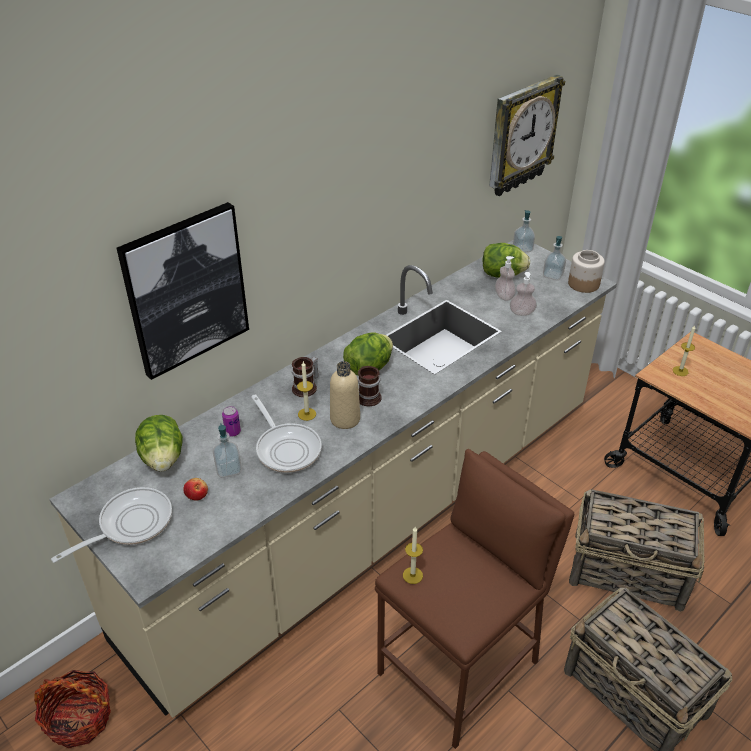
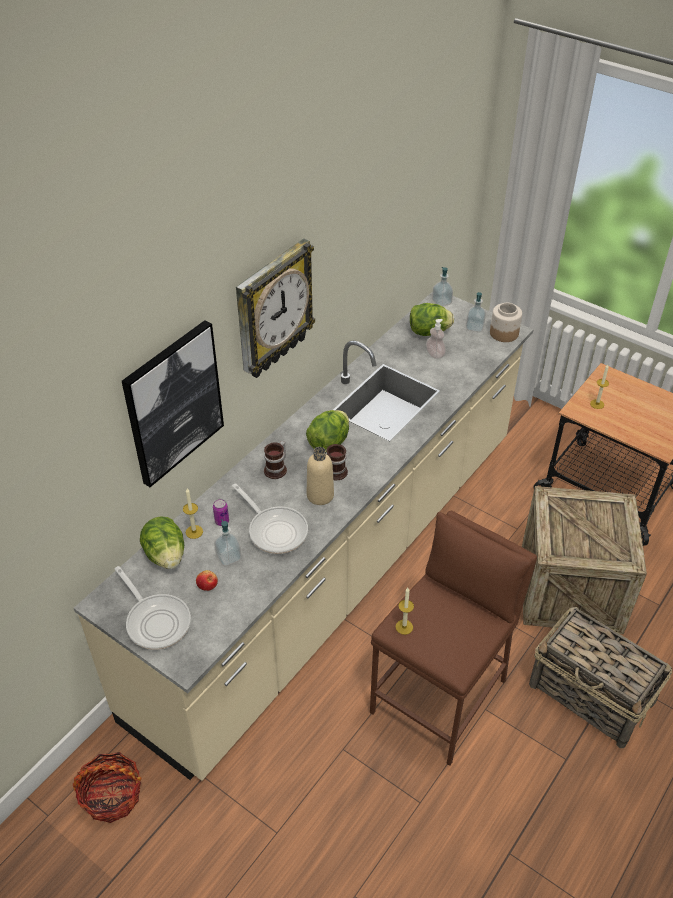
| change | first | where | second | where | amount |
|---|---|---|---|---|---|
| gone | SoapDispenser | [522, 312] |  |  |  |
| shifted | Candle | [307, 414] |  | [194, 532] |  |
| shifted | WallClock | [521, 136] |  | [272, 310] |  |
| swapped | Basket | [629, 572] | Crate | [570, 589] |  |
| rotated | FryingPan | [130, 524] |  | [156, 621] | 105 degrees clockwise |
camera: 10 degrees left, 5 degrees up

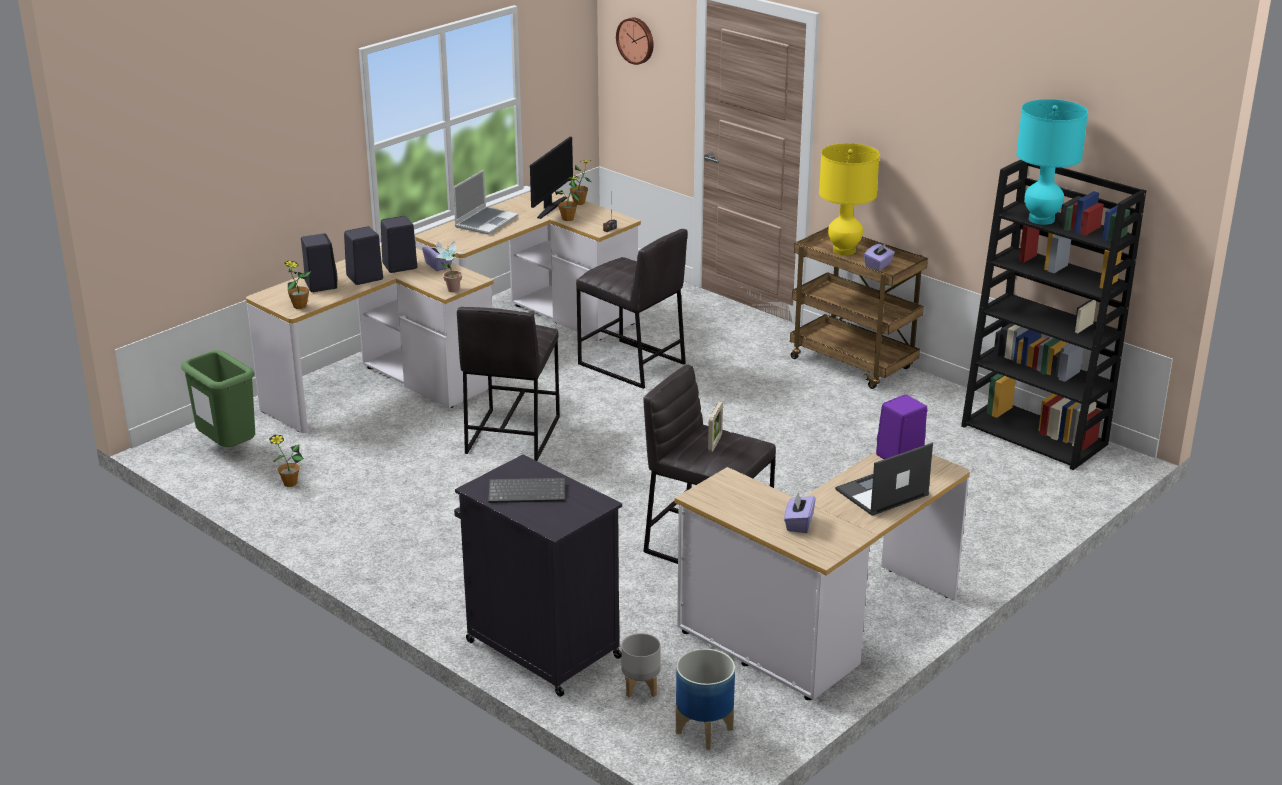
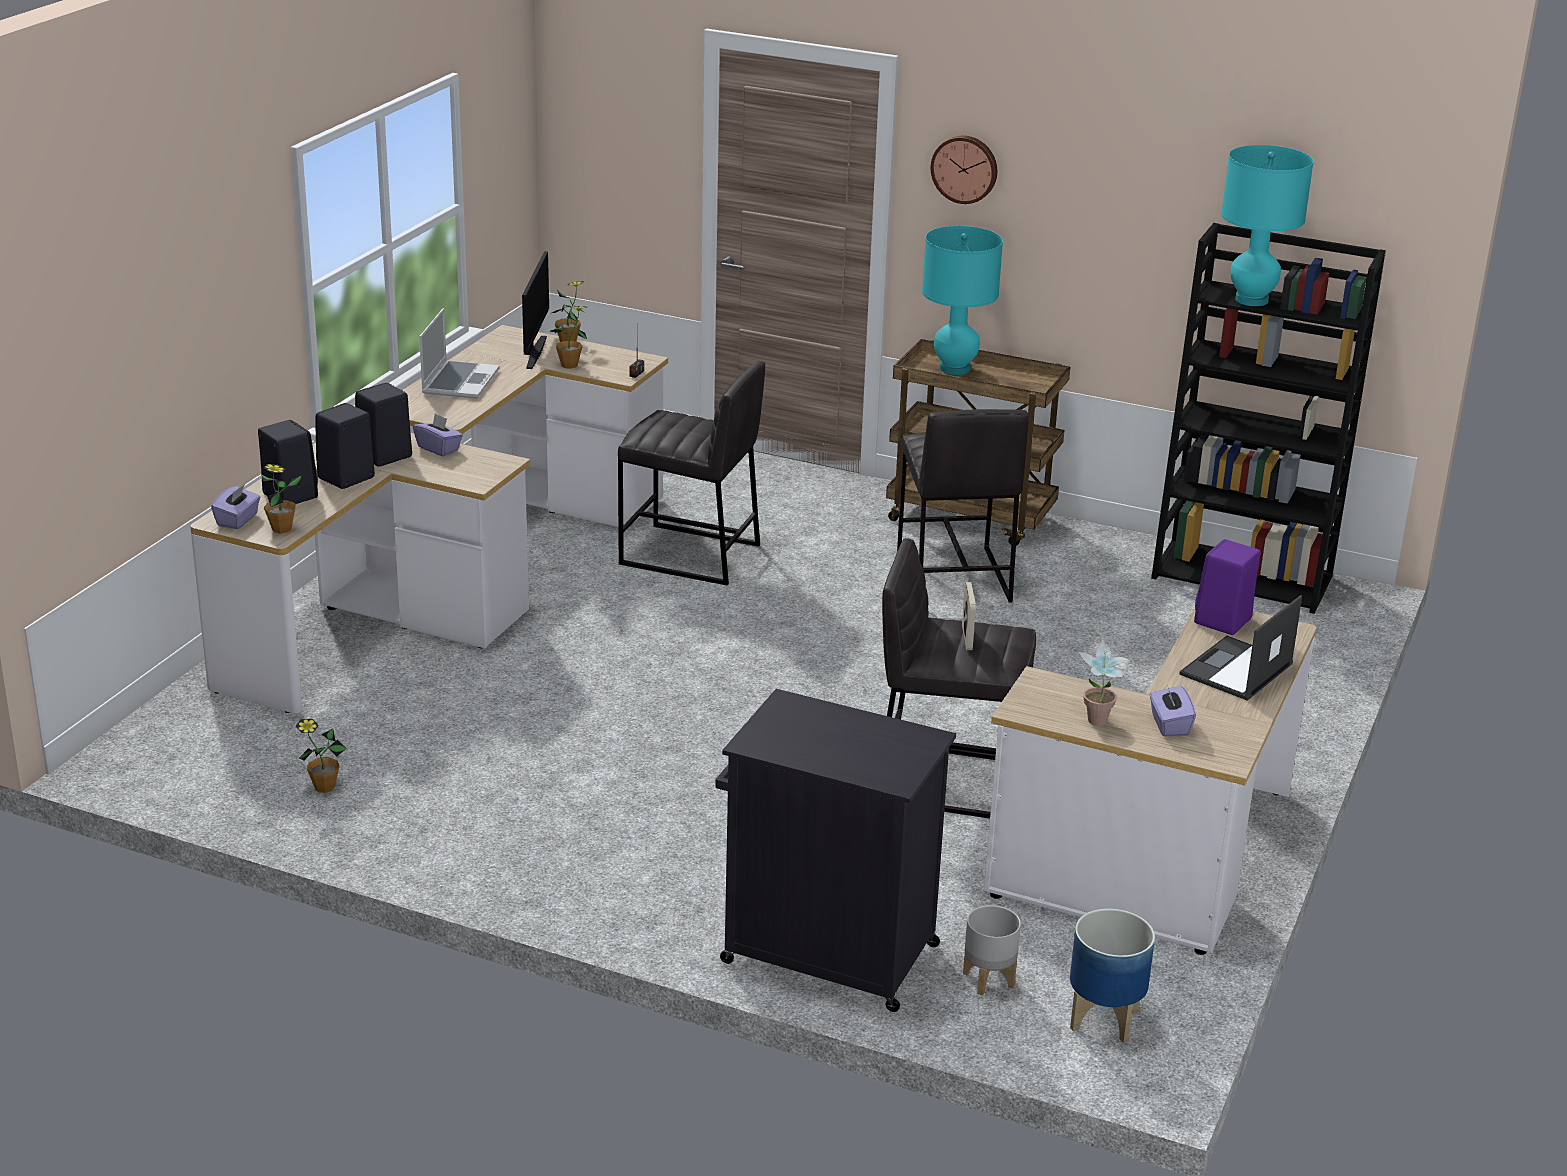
| change | first | where | second | where | amount |
|---|---|---|---|---|---|
| gone | GreenTrashCan | [227, 449] |  |  |  |
| gone | Keyboard | [528, 492] |  |  |  |
| shifted | PottedPlant | [451, 291] |  | [1097, 725] |  |
| shifted | GreyStool | [511, 435] |  | [952, 576] |  |
| shifted | WallClock | [636, 40] |  | [965, 168] |  |
| shifted | PurpleTissueBox | [878, 266] |  | [238, 520] |  |
| repainted | YellowTableLamp | [844, 250] | TurquoiseTableLamp | [954, 369] |  |
camera: 20 degrees left, 0 degrees up

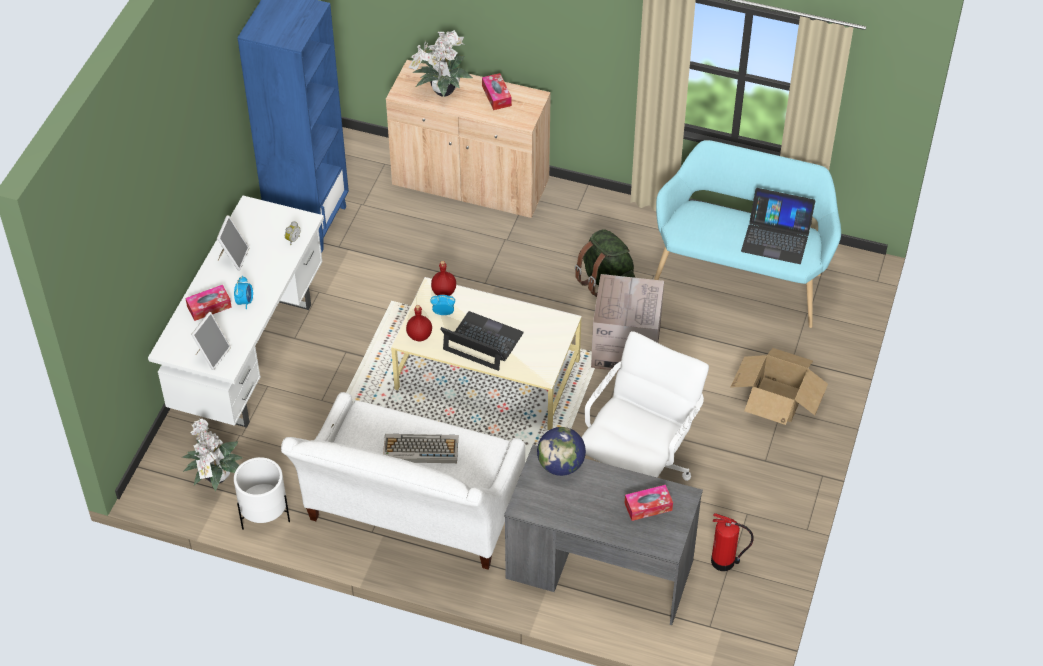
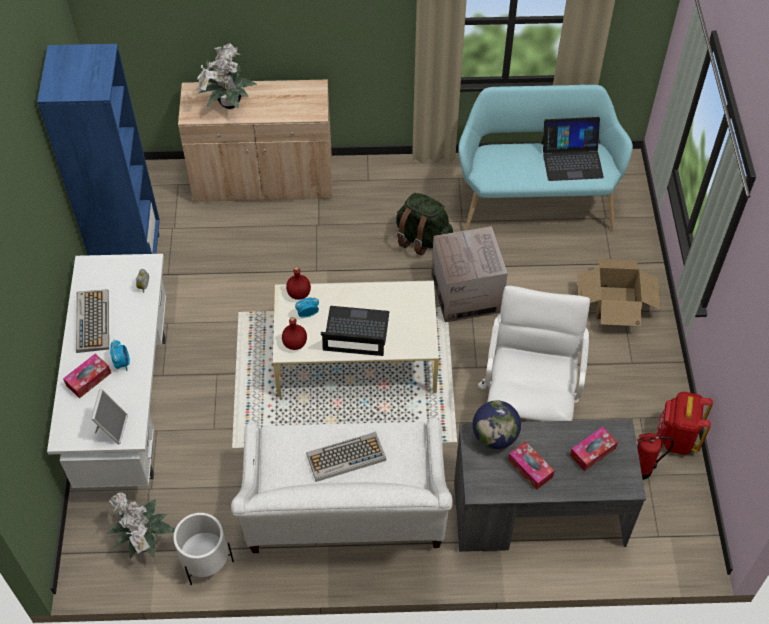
| change | first | where | second | where | amount |
|---|---|---|---|---|---|
| new |  |  | RedBackpack | [676, 438] |  |
| shifted | TissueBox | [496, 96] |  | [530, 468] |  |
| swapped | PictureFrame | [233, 257] | Keyboard | [92, 321] |  |
camera: 20 degrees left, 5 degrees up

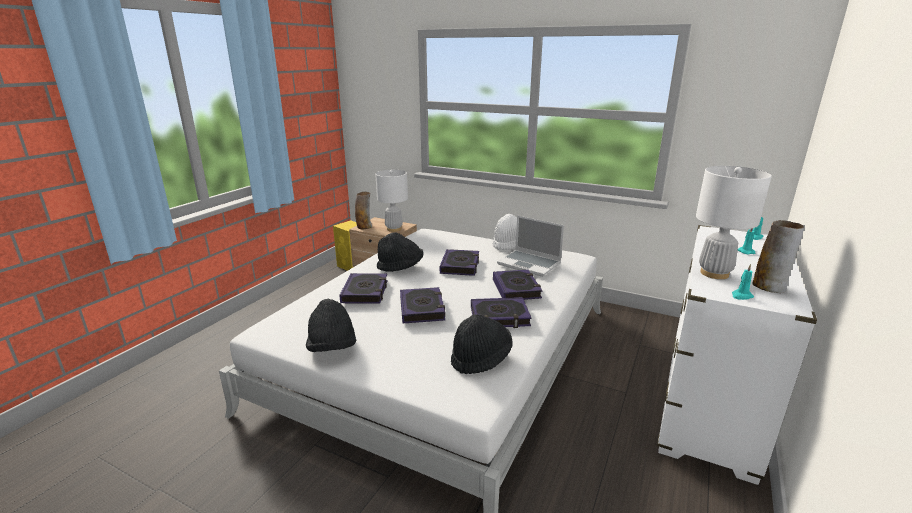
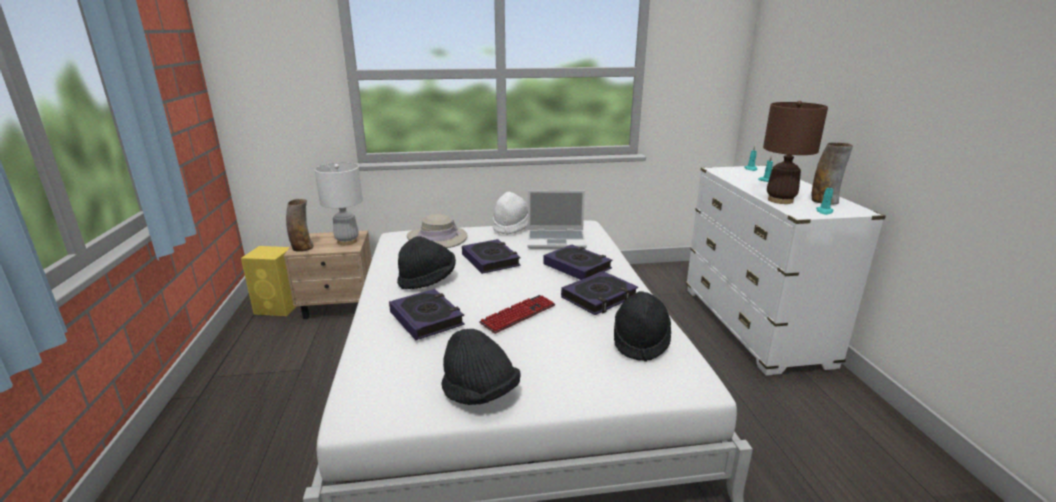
| change | first | where | second | where | amount |
|---|---|---|---|---|---|
| new |  |  | BeigeHat | [437, 238] |  |
| swapped | Book | [422, 309] | Keyboard | [518, 315] |  |
| repainted | WhiteTableLamp | [714, 273] | BrownTableLamp | [780, 200] |  |
camera: 35 degrees left, 0 degrees up

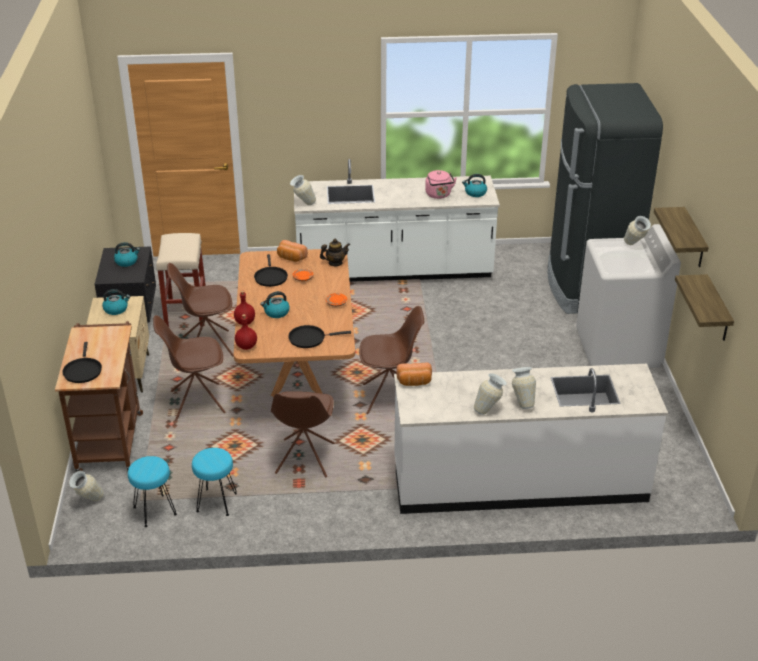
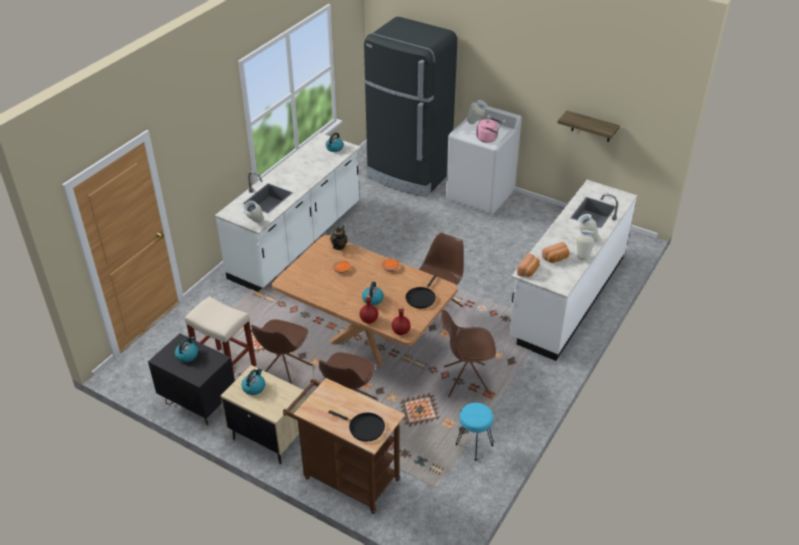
| change | first | where | second | where | amount |
|---|---|---|---|---|---|
| gone | Vase | [88, 502] |  |  |  |
| gone | TurquoiseStool | [154, 511] |  |  |  |
| gone | BlackFryingPan | [270, 277] |  |  |  |
| gone | Shelf | [694, 239] |  |  |  |
| shifted | Bread | [291, 258] |  | [556, 258] |  |
| shifted | PinkKettle | [439, 195] |  | [488, 139] |  |
| rotated | BrownChair | [304, 459] |  | [465, 380] | 135 degrees clockwise |
camera: 55 degrees left, 5 degrees up

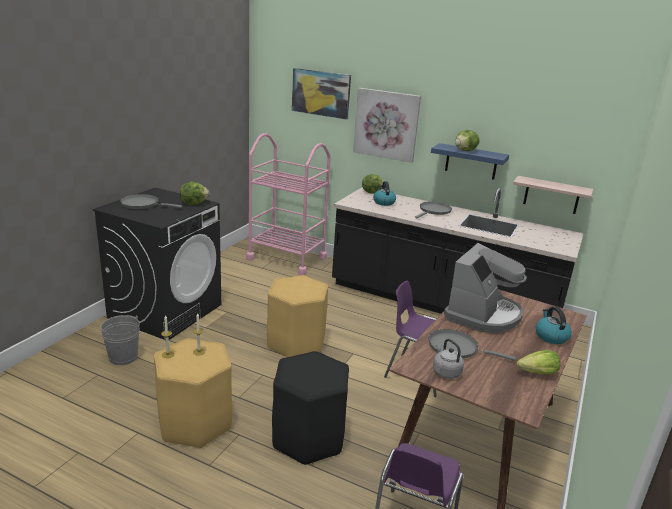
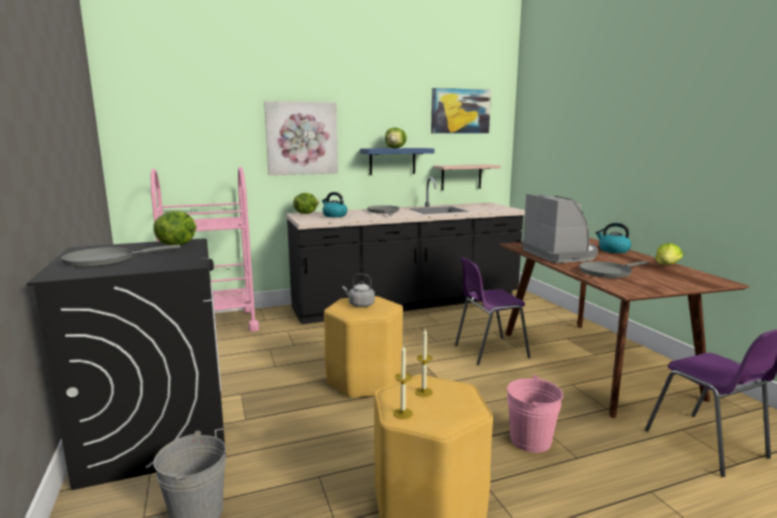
| change | first | where | second | where | amount |
|---|---|---|---|---|---|
| shifted | Picture | [321, 93] |  | [460, 111] |  |
| shifted | GreyKettle | [445, 371] |  | [360, 305] |  |
| swapped | BlackStool | [308, 437] | PinkBucket | [530, 440] |  |
camera: 45 degrees left, 10 degrees down

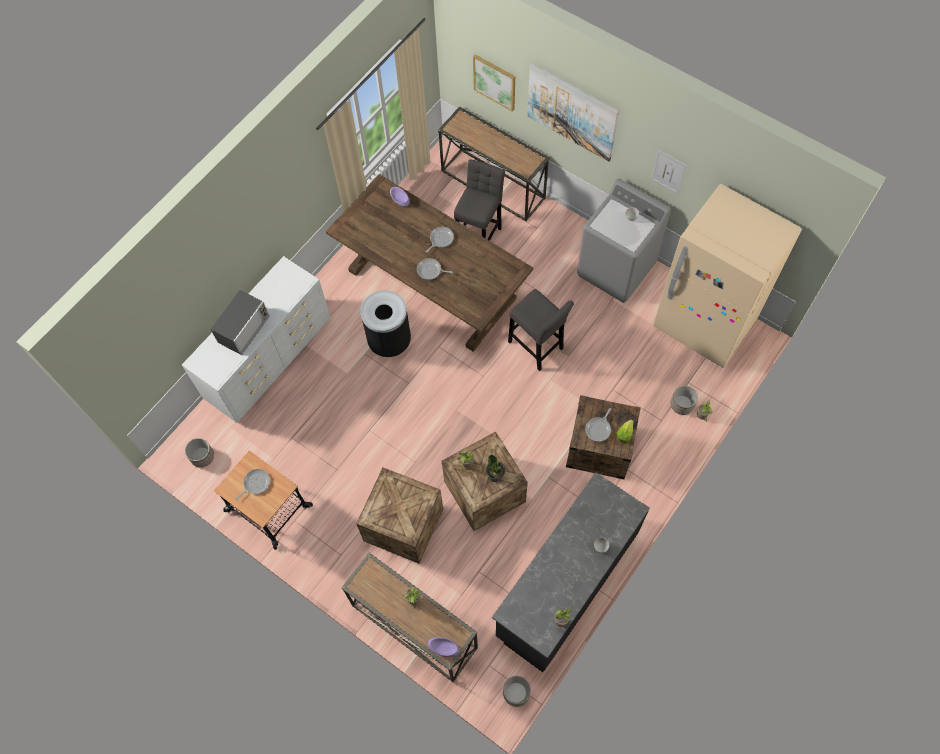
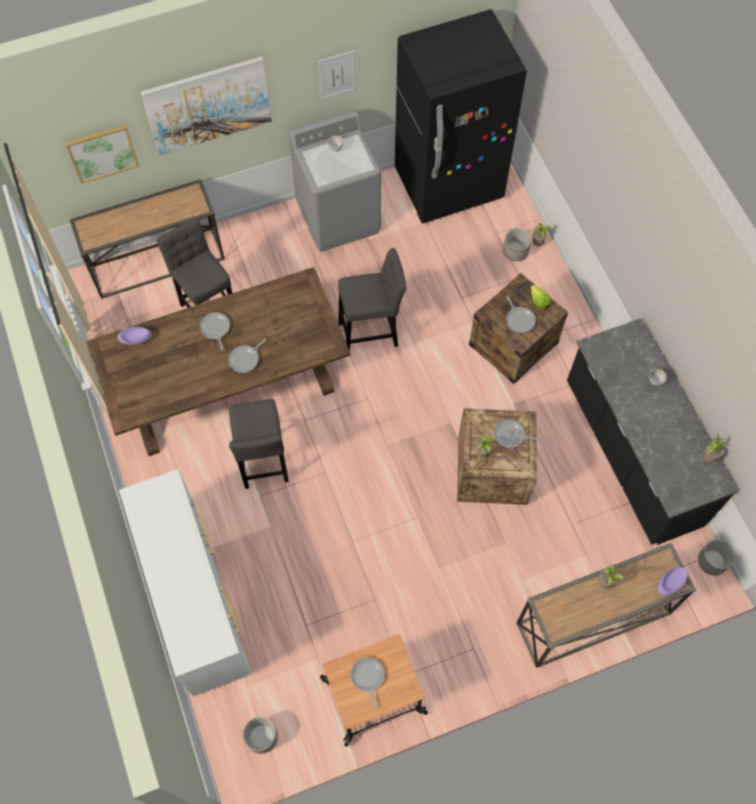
| change | first | where | second | where | amount |
|---|---|---|---|---|---|
| gone | Microwave | [244, 329] |  |  |  |
| gone | Crate | [402, 525] |  |  |  |
| swapped | BlackTrashCan | [389, 341] | GreyStool | [263, 463] |  |
| swapped | PottedPlant | [495, 475] | FryingPan | [510, 435] |  |
| repainted | BeigeFridge | [704, 325] | BlackFridge | [449, 185] |  |
camera: 60 degrees left, 0 degrees up

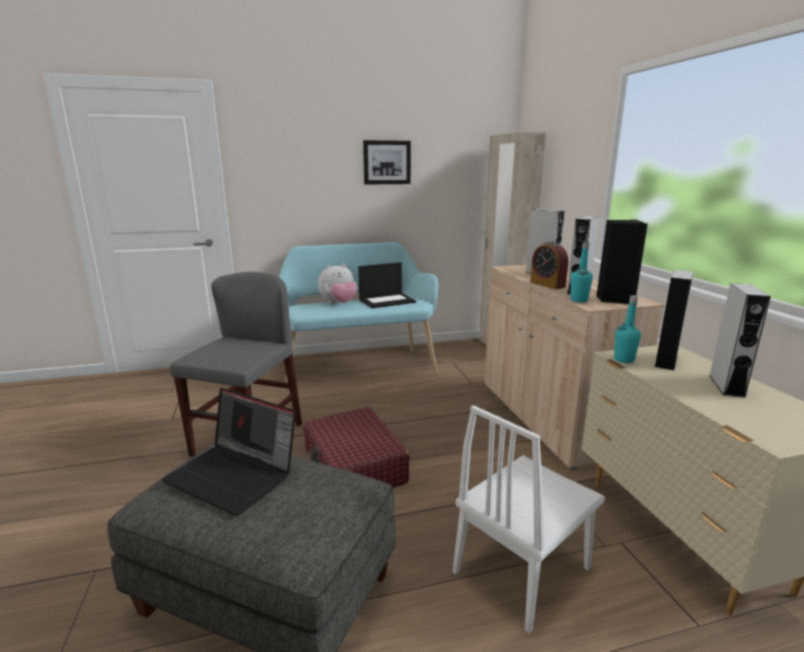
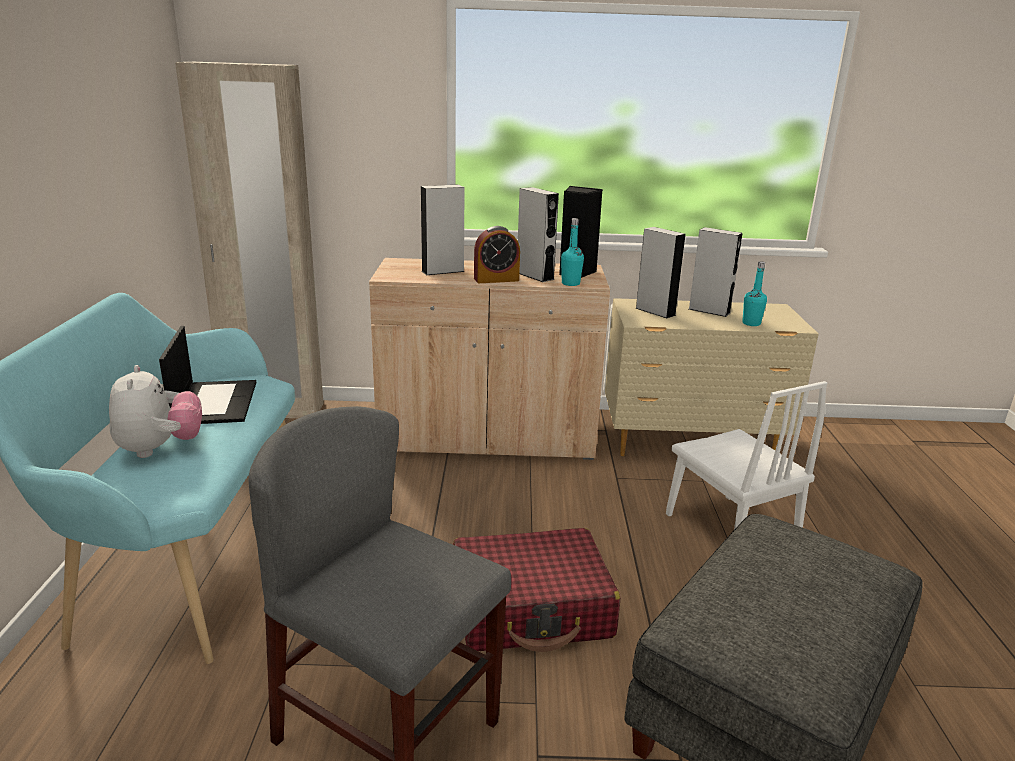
| change | first | where | second | where | amount |
|---|---|---|---|---|---|
| gone | Laptop | [235, 475] |  |  |  |
| gone | Picture | [386, 162] |  |  |  |
| shifted | TurquoiseBottle | [623, 360] |  | [751, 323] |  |
camera: 75 degrees left, 5 degrees up

